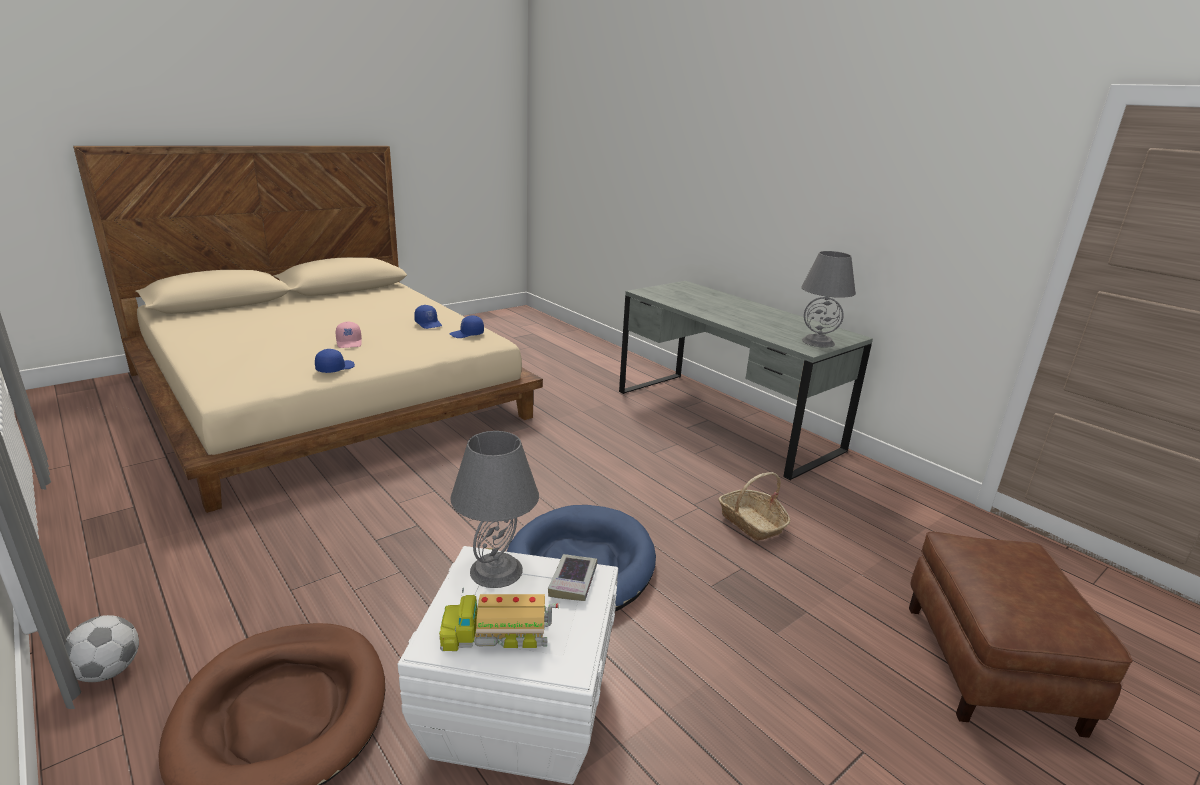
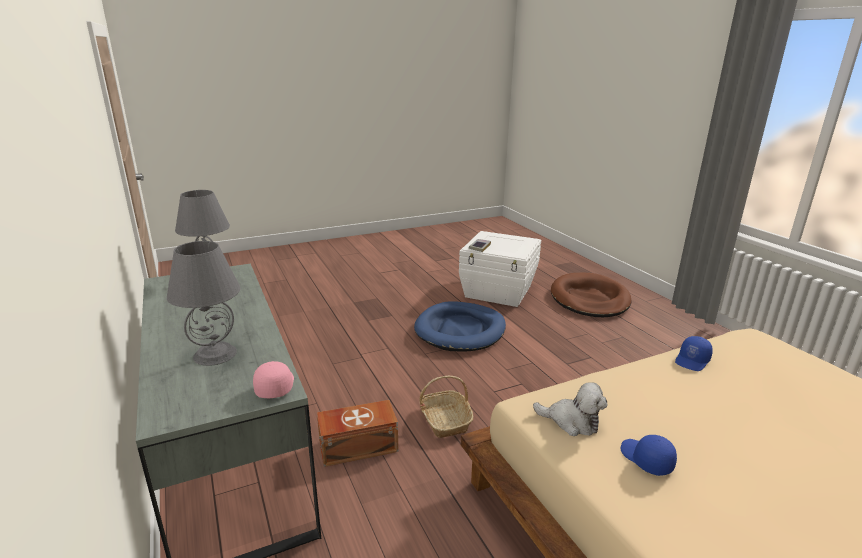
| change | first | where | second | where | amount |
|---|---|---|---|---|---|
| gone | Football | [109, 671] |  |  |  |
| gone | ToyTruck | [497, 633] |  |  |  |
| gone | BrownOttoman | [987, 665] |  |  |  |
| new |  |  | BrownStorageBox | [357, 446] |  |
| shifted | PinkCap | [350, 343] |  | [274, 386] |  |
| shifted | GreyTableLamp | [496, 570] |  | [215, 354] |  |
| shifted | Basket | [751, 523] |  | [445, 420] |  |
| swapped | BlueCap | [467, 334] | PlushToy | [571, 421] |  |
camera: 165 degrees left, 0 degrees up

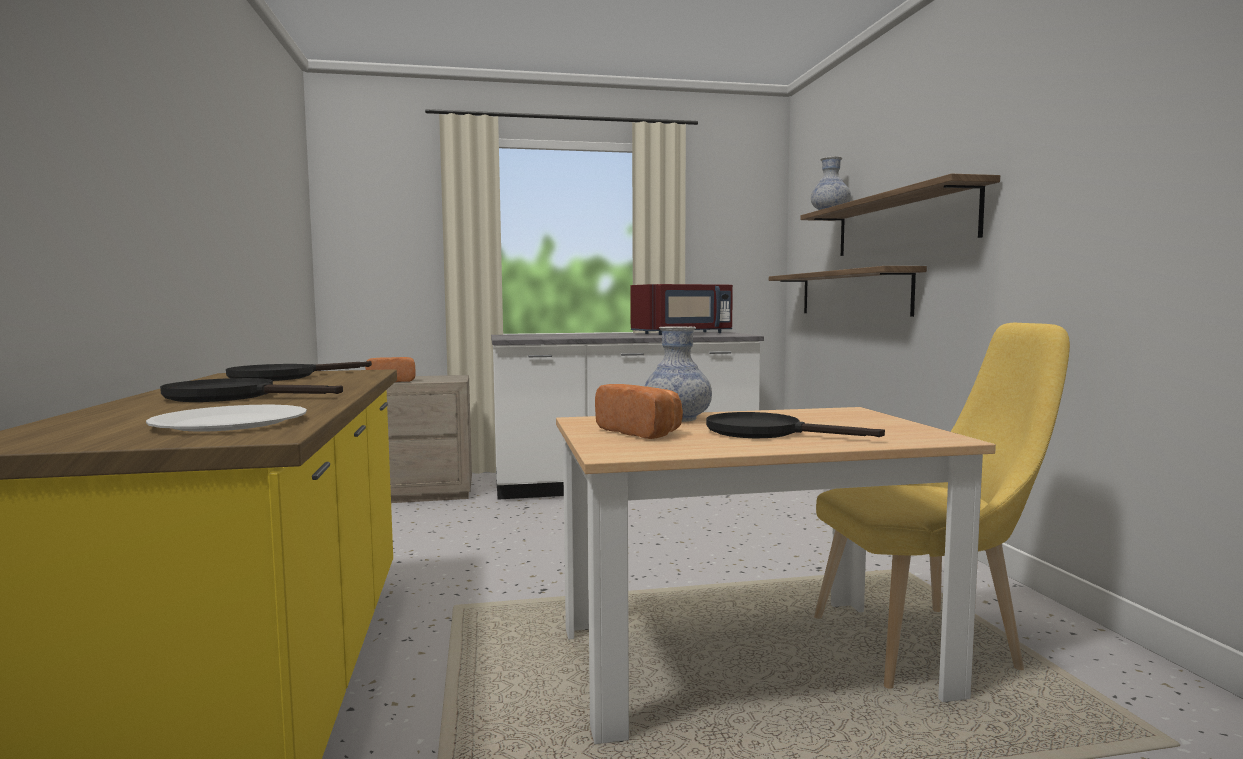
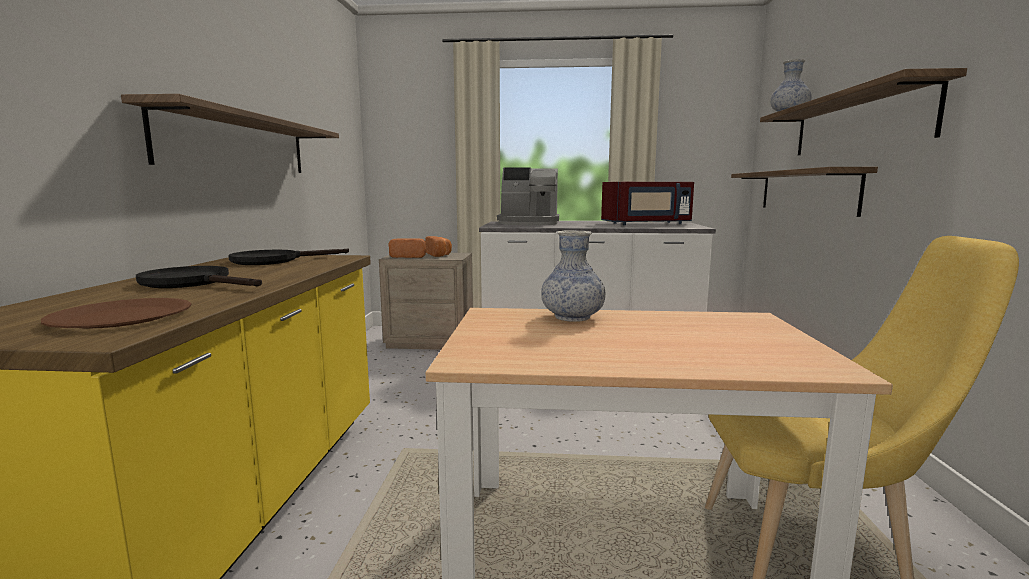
| change | first | where | second | where | amount |
|---|---|---|---|---|---|
| gone | BlackFryingPan | [767, 432] |  |  |  |
| new |  |  | Shelf | [239, 144] |  |
| new |  |  | CoffeeMachine | [529, 223] |  |
| shifted | Bread | [642, 432] |  | [439, 255] |  |
| repainted | WhitePlate | [230, 422] | BrownPlate | [121, 317] |  |
camera: 15 degrees right, 5 degrees up

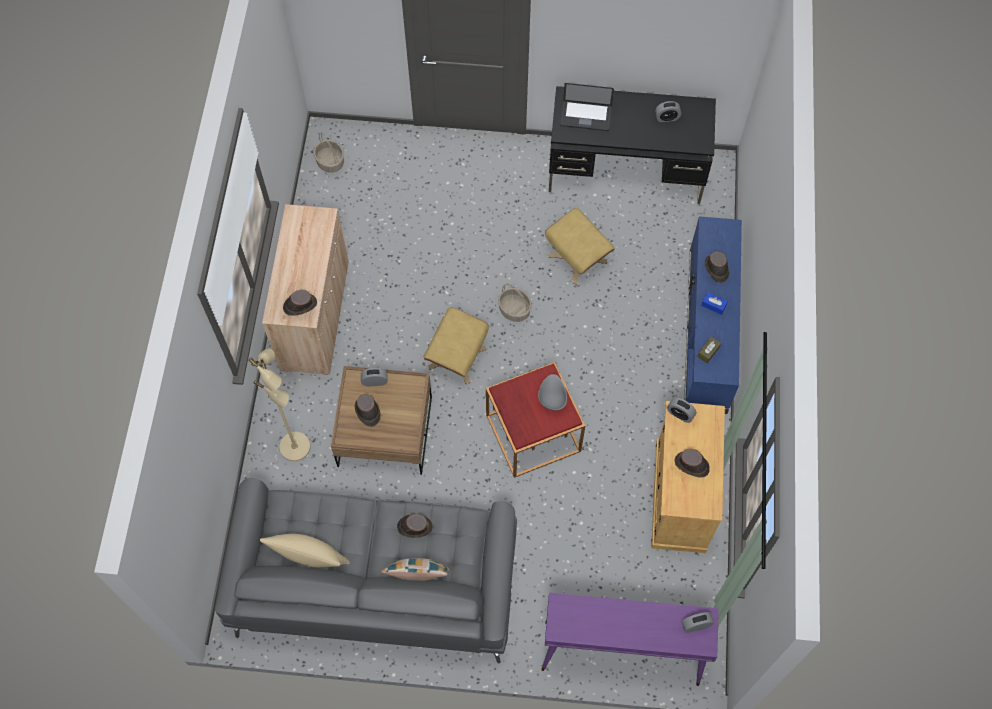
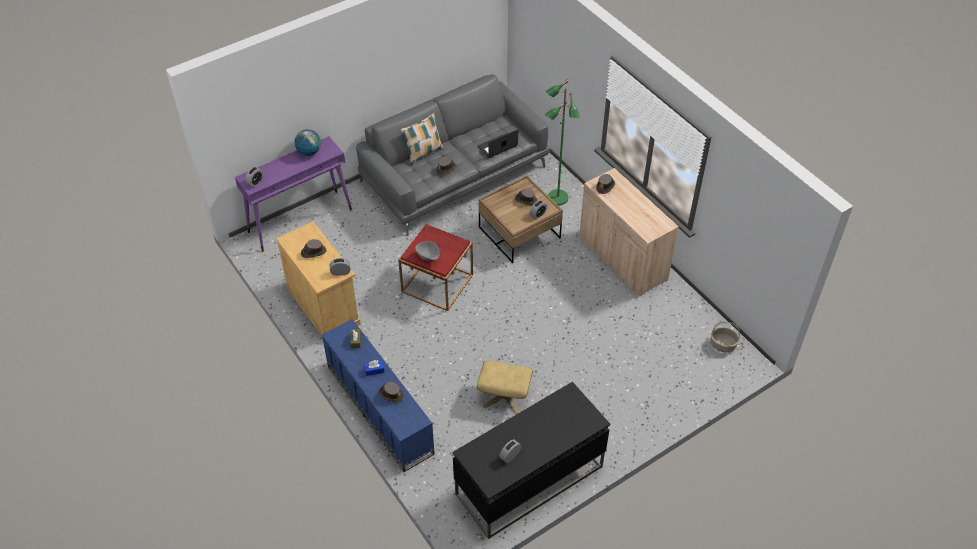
| change | first | where | second | where | amount |
|---|---|---|---|---|---|
| gone | BeigePillow | [308, 556] |  |  |  |
| gone | BeigeOttoman | [457, 357] |  |  |  |
| gone | Basket | [515, 310] |  |  |  |
| new |  |  | Globe | [309, 152] |  |
| shifted | Laptop | [585, 116] |  | [497, 146] |  |
| repainted | BeigeFloorLamp | [296, 446] | GreenFloorLamp | [557, 198] |  |
camera: 140 degrees right, 15 degrees down

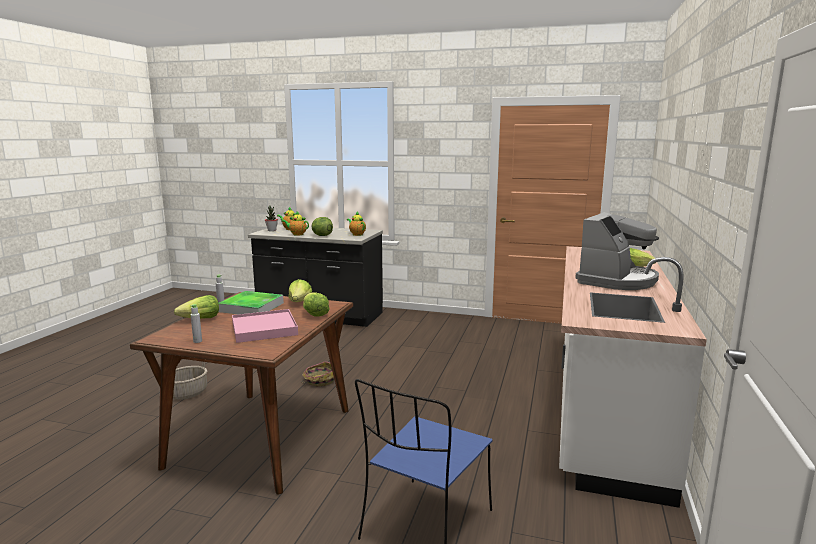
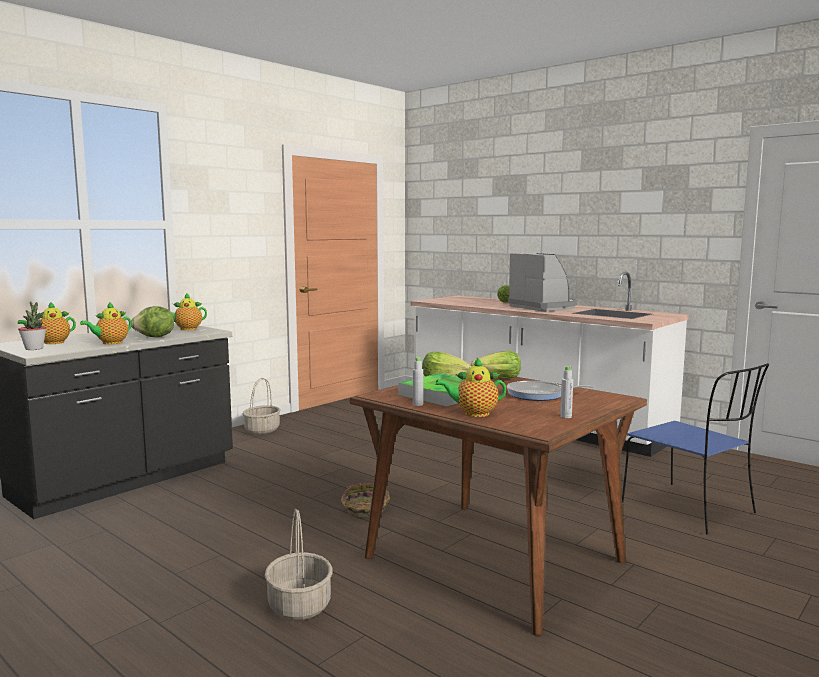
| change | first | where | second | where | amount |
|---|---|---|---|---|---|
| new |  |  | Basket | [262, 430] |  |
| swapped | Lettuce | [200, 319] | Teapot | [473, 413] |  |
| swapped | PinkTray | [264, 329] | FryingPan | [539, 395] |  |
camera: 65 degrees left, 5 degrees down

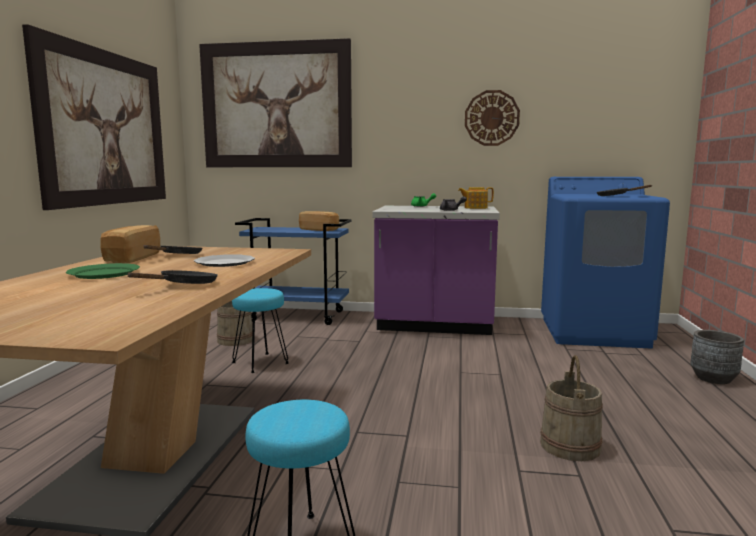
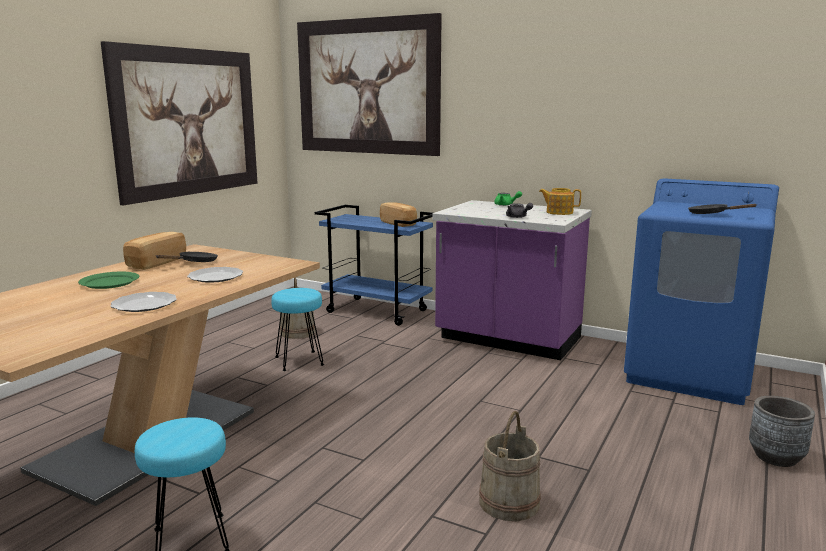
| change | first | where | second | where | amount |
|---|---|---|---|---|---|
| gone | WallClock | [491, 118] |  |  |  |
| swapped | BlackFryingPan | [184, 285] | Plate | [144, 305] |  |
camera: 20 degrees right, 5 degrees up

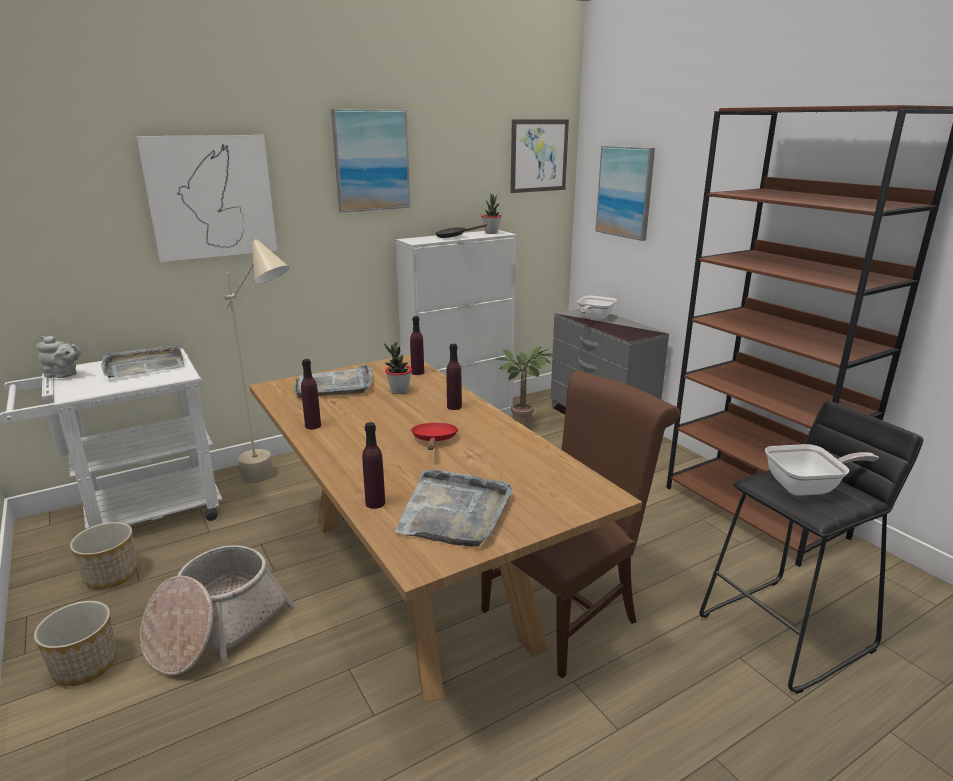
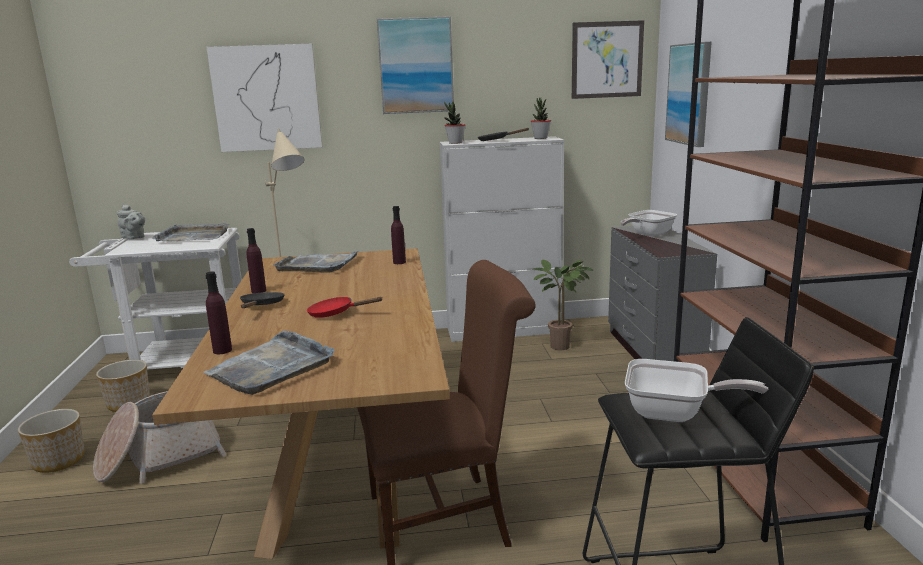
| change | first | where | second | where | amount |
|---|---|---|---|---|---|
| gone | PurpleBottle | [454, 407] |  |  |  |
| new |  |  | BlackFryingPan | [261, 306] |  |
| shifted | PottedPlant | [399, 391] |  | [455, 143] |  |
| rotated | RedFryingPan | [434, 440] |  | [335, 313] | 105 degrees counterclockwise |
camera: 25 degrees right, 5 degrees down

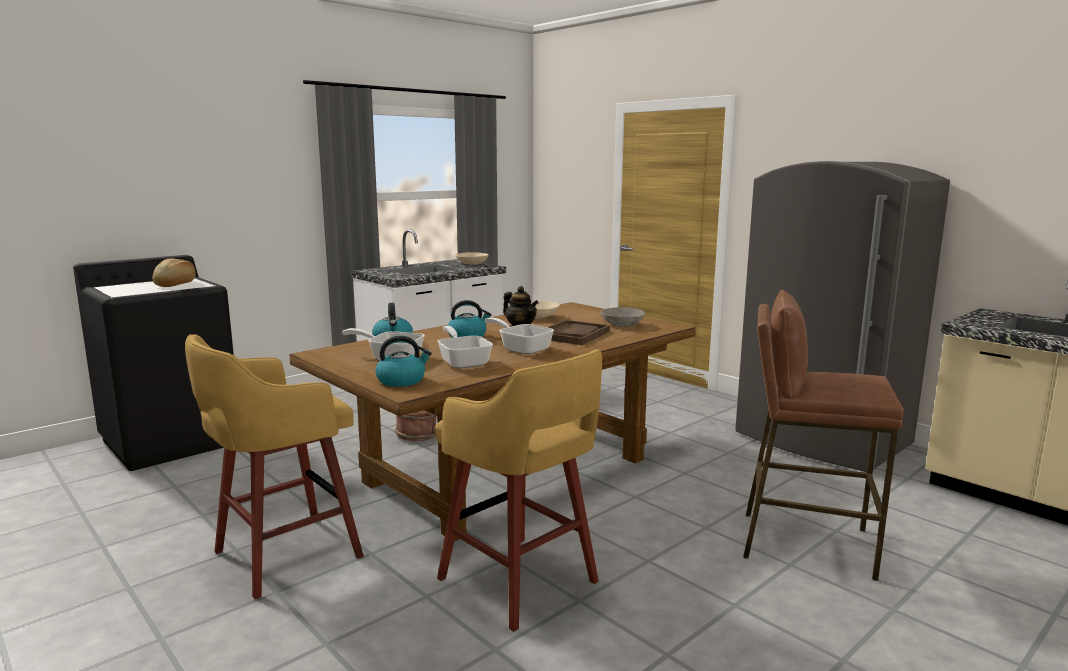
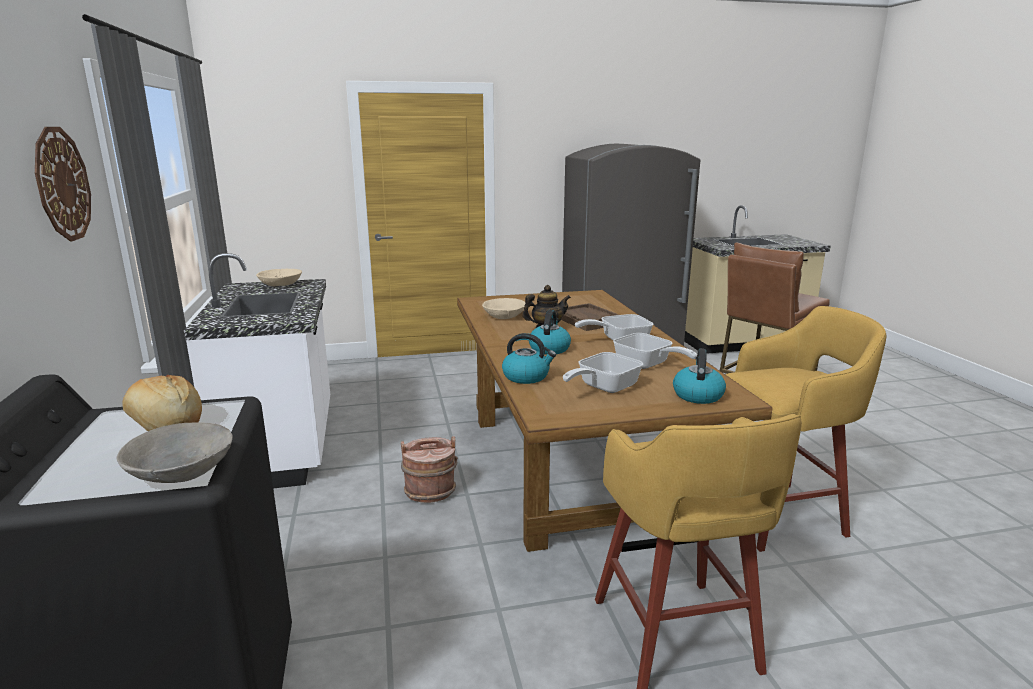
| change | first | where | second | where | amount |
|---|---|---|---|---|---|
| new |  |  | WallClock | [62, 184] |  |
| shifted | GreyBowl | [622, 324] |  | [180, 471] |  |
| rotated | FryingPan | [463, 362] |  | [646, 365] | 135 degrees counterclockwise |
camera: 60 degrees left, 5 degrees up

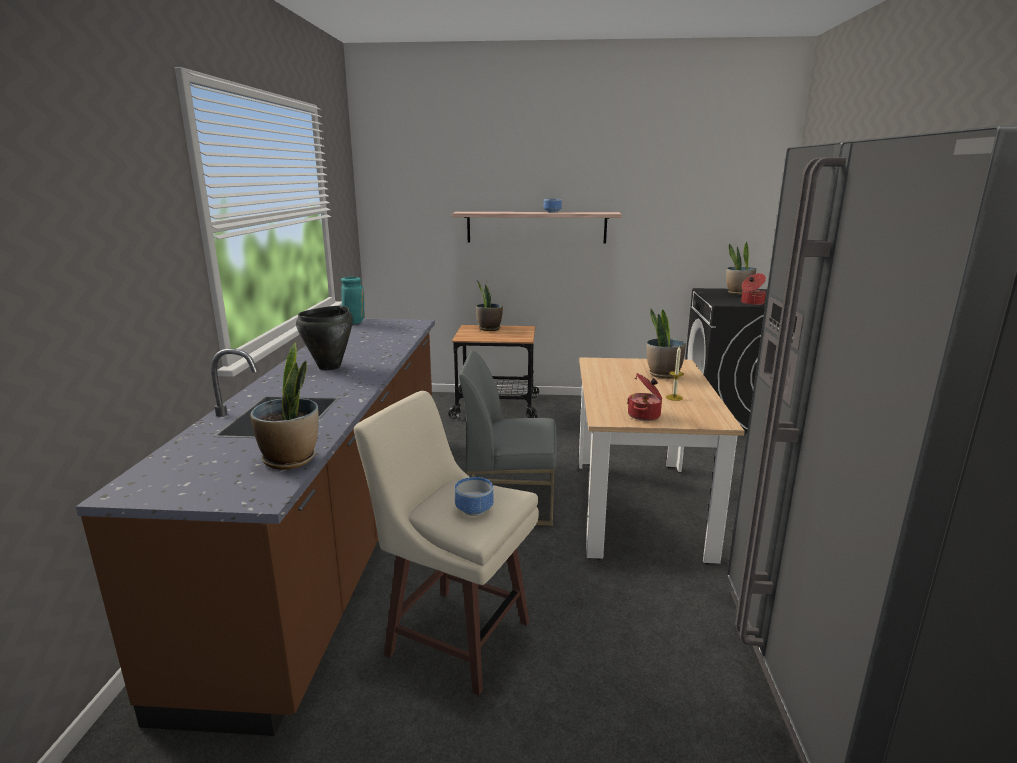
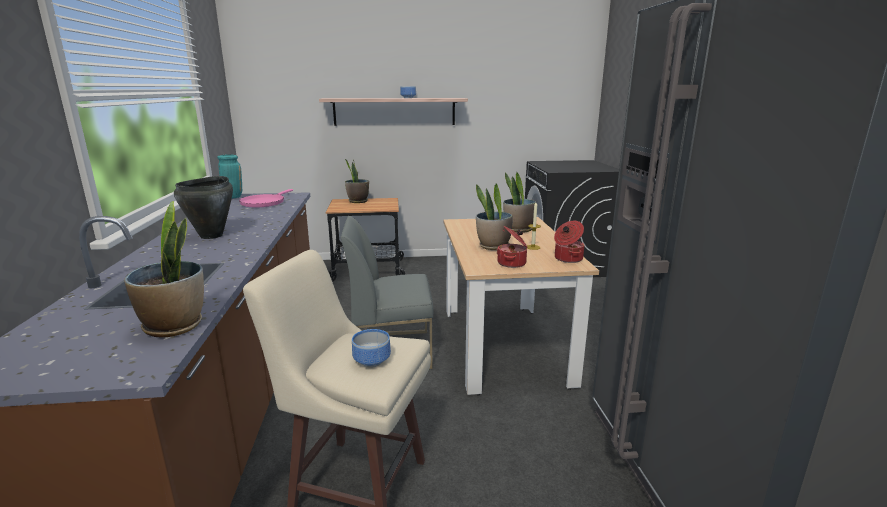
| change | first | where | second | where | amount |
|---|---|---|---|---|---|
| new |  |  | PinkFryingPan | [264, 203] |  |
| shifted | PottedPlant | [738, 293] |  | [493, 246] |  |
| shifted | CookingPot | [751, 303] |  | [567, 258] |  |
camera: 10 degrees left, 0 degrees up

